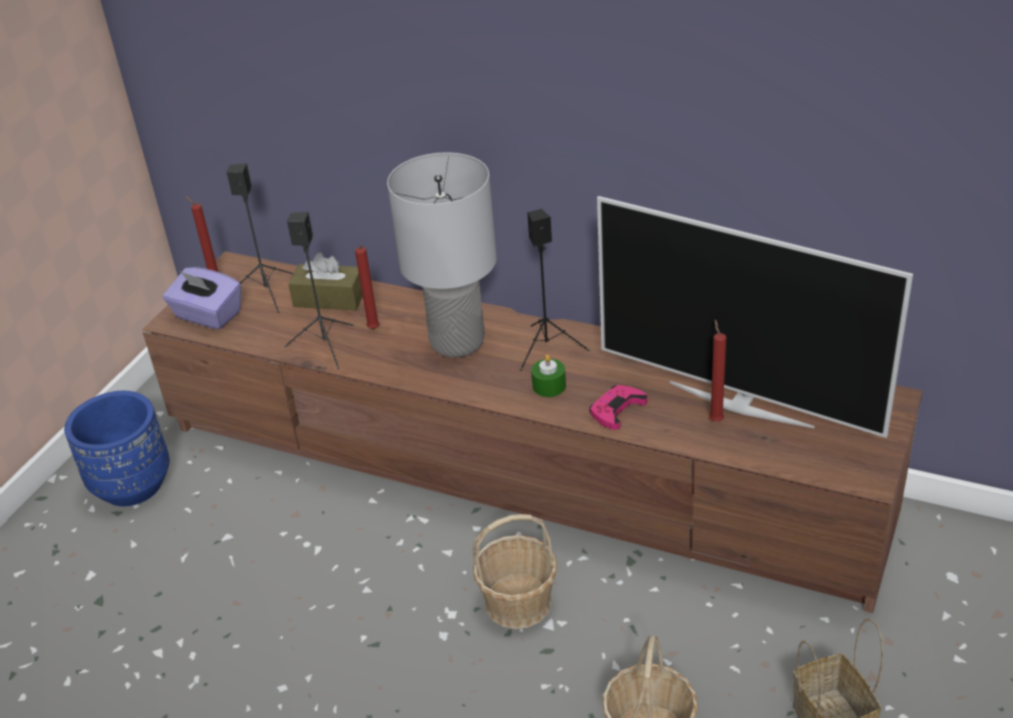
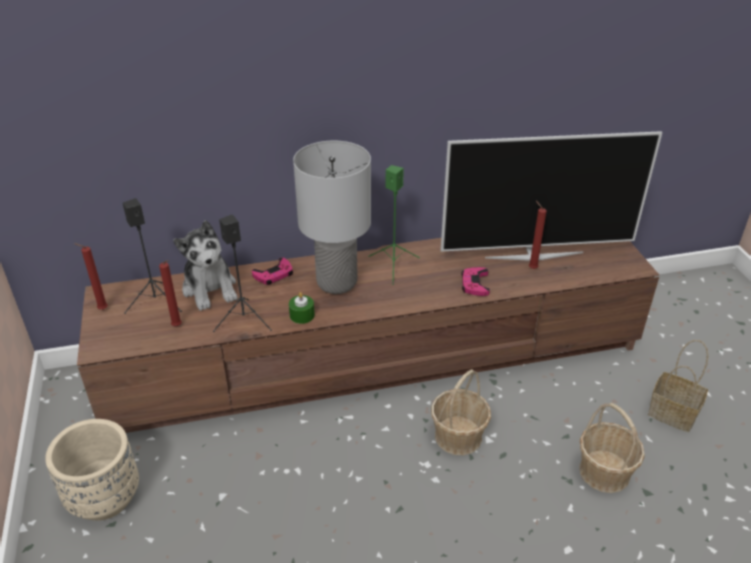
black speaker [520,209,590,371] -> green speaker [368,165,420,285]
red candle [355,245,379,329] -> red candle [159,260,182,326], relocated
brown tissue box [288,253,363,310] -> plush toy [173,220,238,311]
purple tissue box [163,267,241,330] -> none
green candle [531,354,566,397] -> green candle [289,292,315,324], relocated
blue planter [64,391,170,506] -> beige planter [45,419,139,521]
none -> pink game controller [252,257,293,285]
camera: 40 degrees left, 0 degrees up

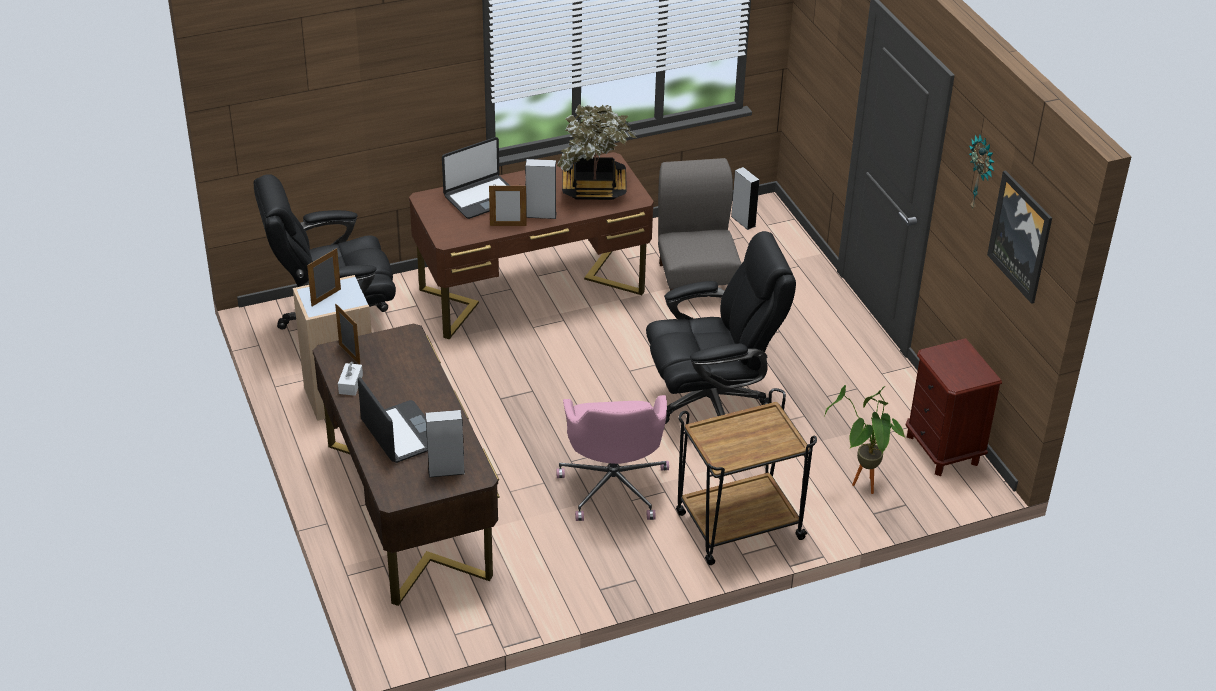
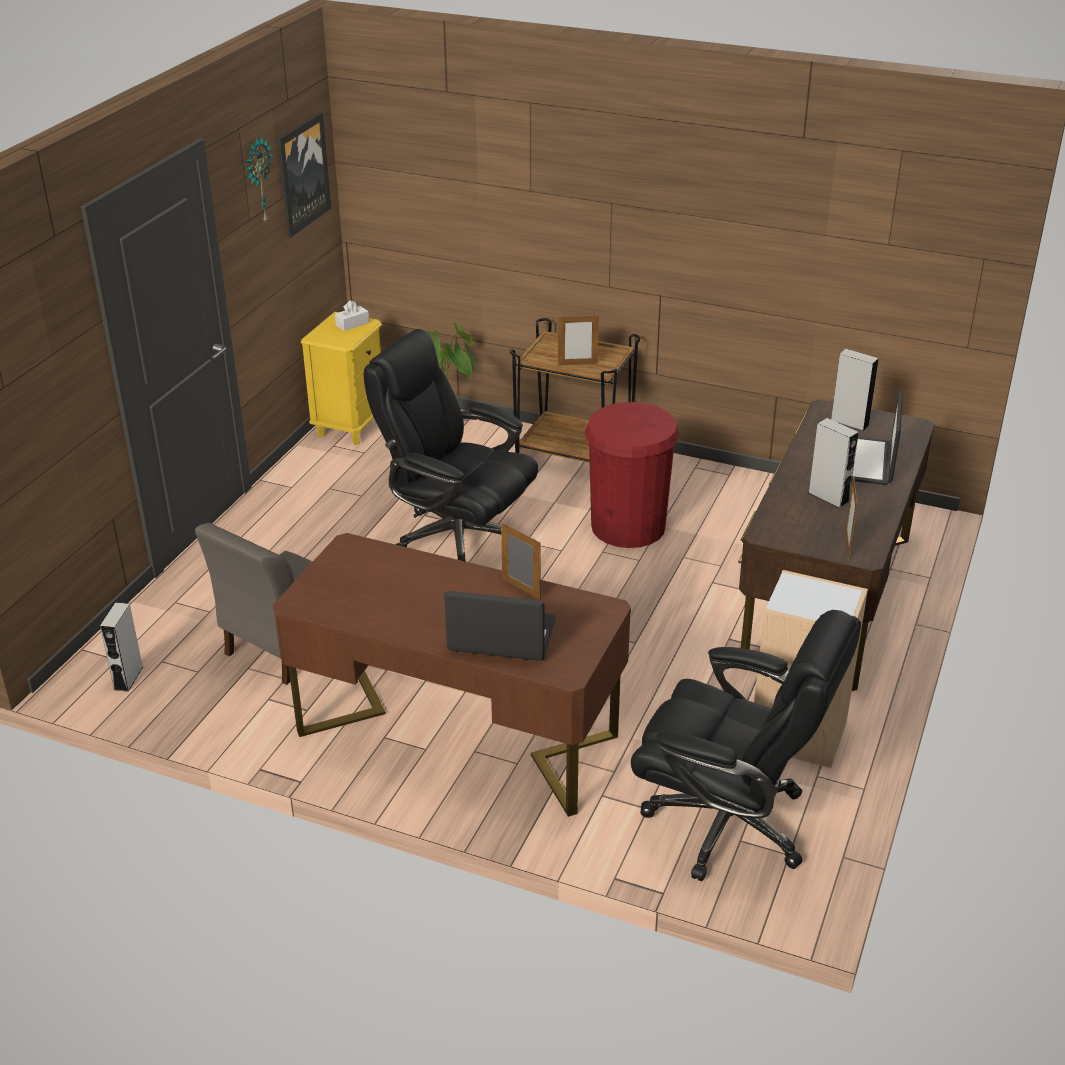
potted plant [557,104,637,200] -> none
grey speaker [525,159,557,219] -> grey speaker [809,418,859,508], relocated
picture frame [307,248,341,307] -> picture frame [558,315,599,365], relocated
brown nightstand [906,338,1002,476] -> yellow nightstand [301,312,382,445]
white tissue box [338,362,363,396] -> white tissue box [335,300,369,331], relocated
pink office chair [556,395,669,521] -> red trash can [585,402,679,548]
camera: 135 degrees left, 5 degrees down

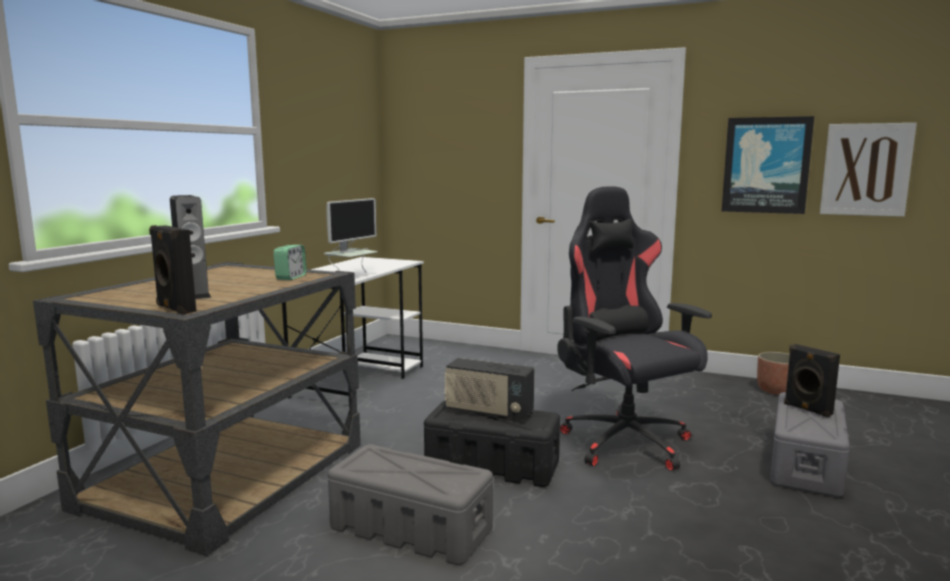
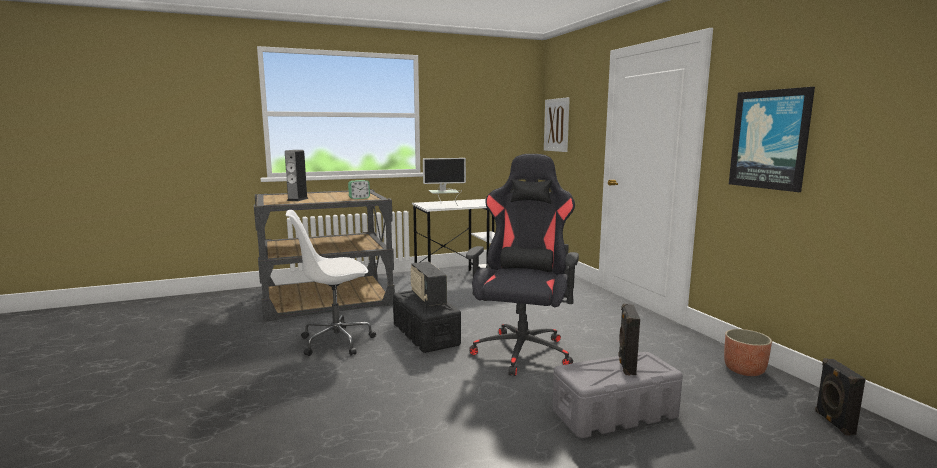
picture [820,123,917,217] -> picture [544,97,570,152], relocated
black speaker [149,225,196,315] -> black speaker [815,358,866,436], relocated
grey storage box [328,444,493,565] -> white office chair [286,210,376,356]
camera: 45 degrees right, 0 degrees up

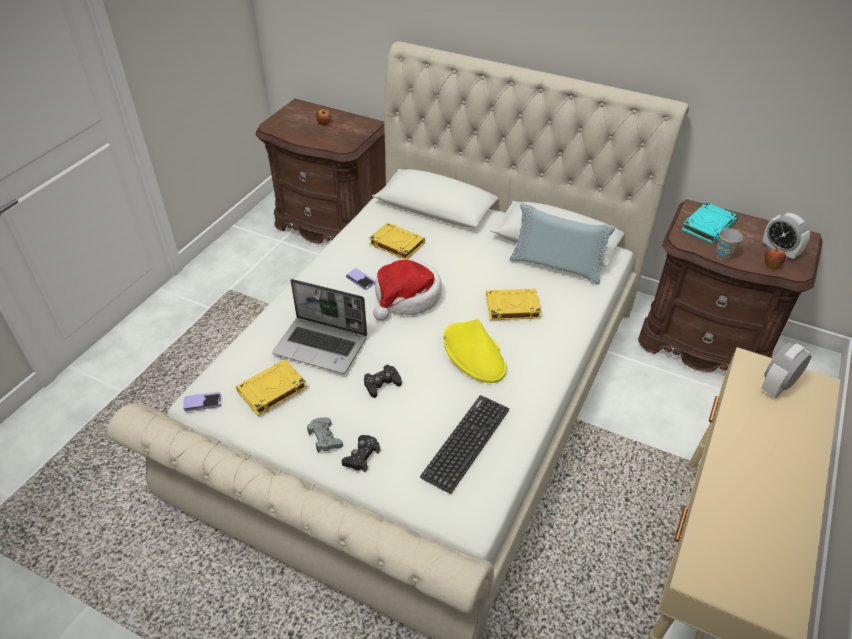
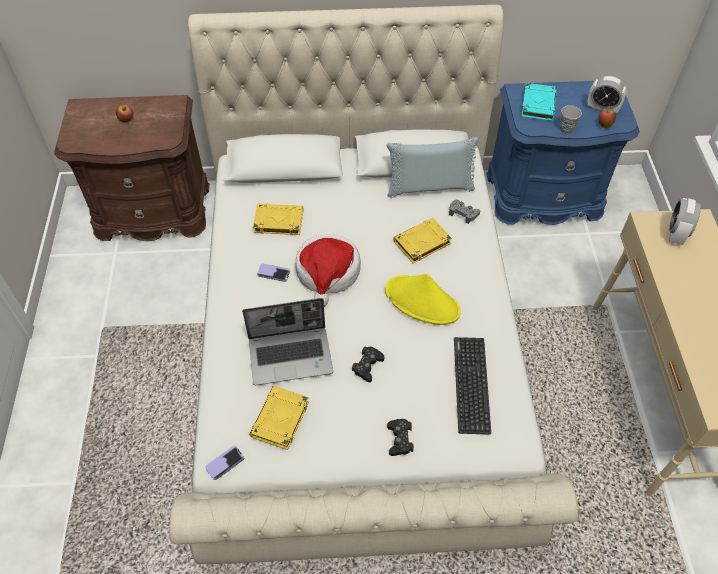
brown nightstand [638,199,823,372] -> blue nightstand [486,81,640,225]
grey game controller [307,417,343,453] -> grey game controller [449,199,480,224], relocated
camera: 30 degrees left, 10 degrees up

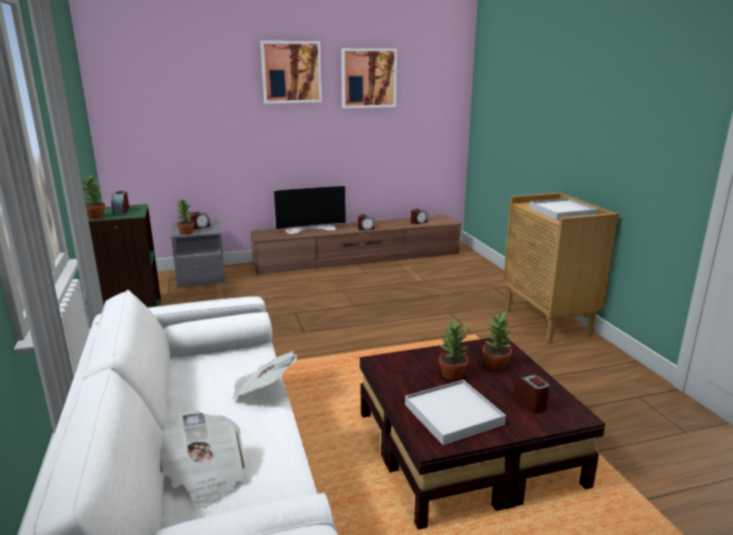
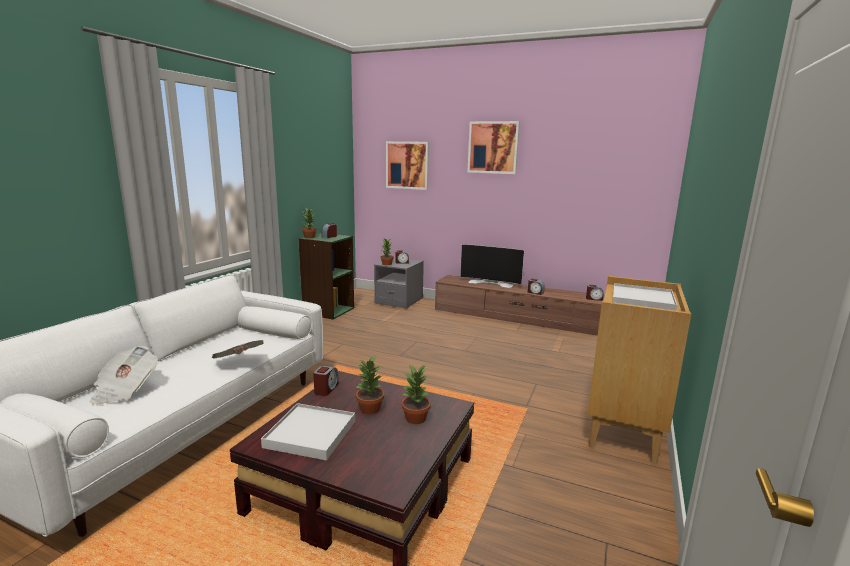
picture [341,48,397,108] -> picture [386,141,429,190], relocated
alarm clock [513,375,550,413] -> alarm clock [313,366,338,396], relocated
camera: 40 degrees right, 5 degrees down

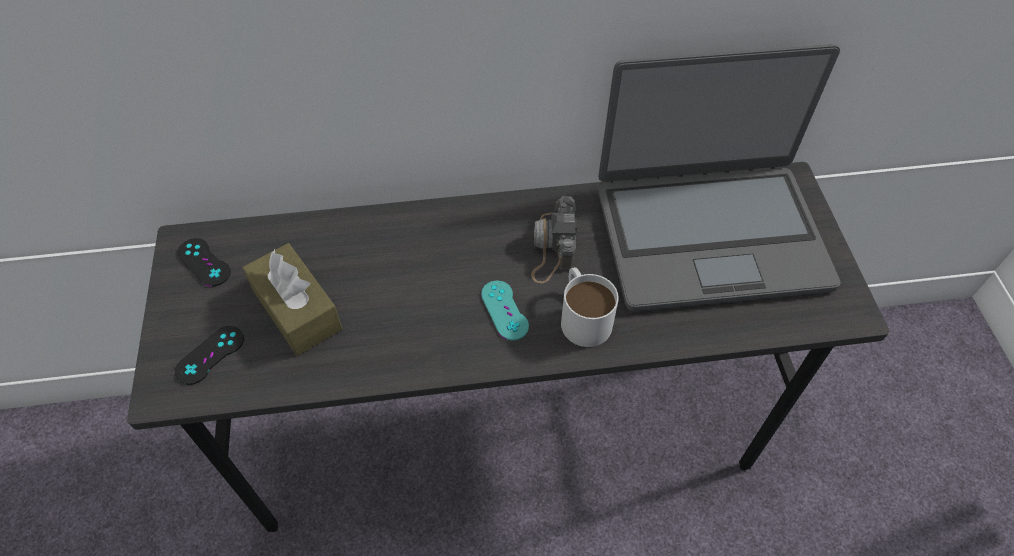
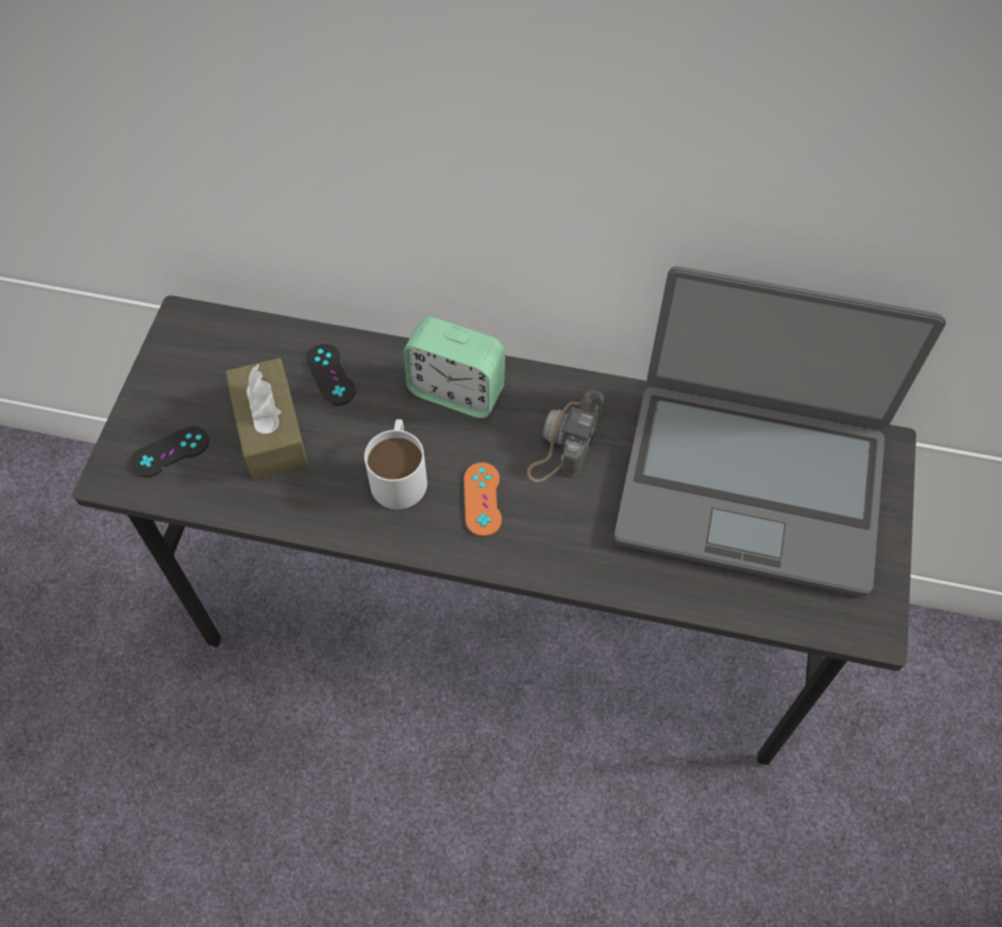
black game controller [177,238,231,287] -> black game controller [306,344,356,406], relocated
white mug [561,267,619,347] -> white mug [364,419,427,509], relocated
turquoise game controller [481,281,529,340] -> orange game controller [464,462,502,536]
none -> alarm clock [403,317,505,418]
camera: 20 degrees right, 5 degrees up

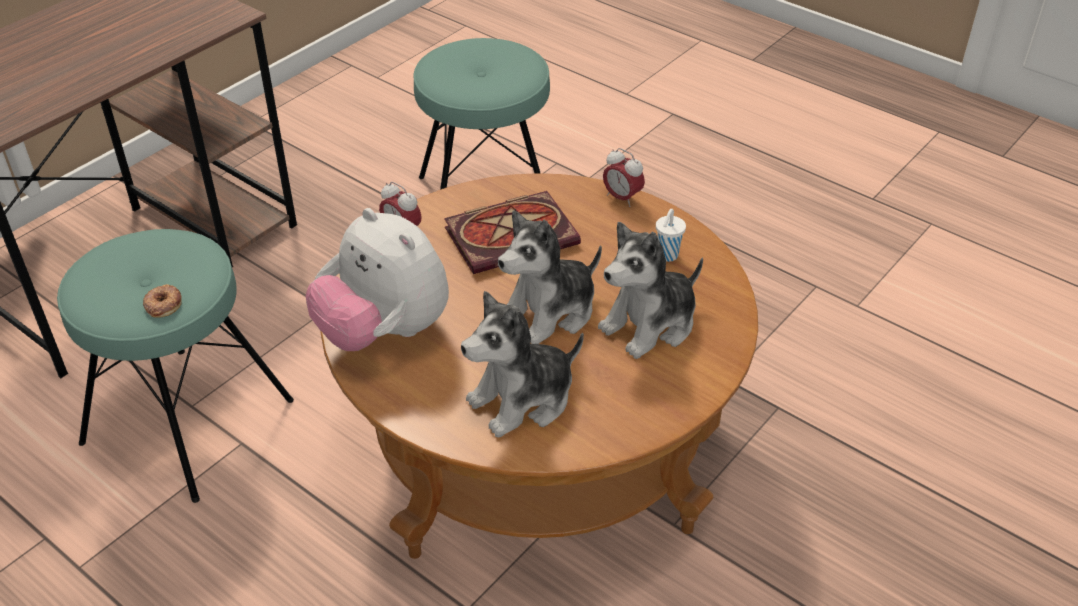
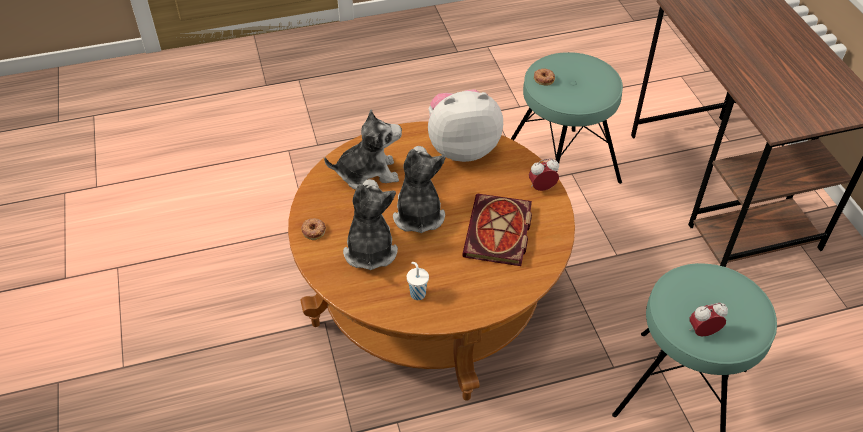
alarm clock [603,148,645,207] -> alarm clock [689,303,728,336], relocated
plush toy [461,291,584,438] -> plush toy [324,109,402,190], 75 degrees clockwise
none -> donut [301,218,326,240]
camera: 125 degrees right, 5 degrees up

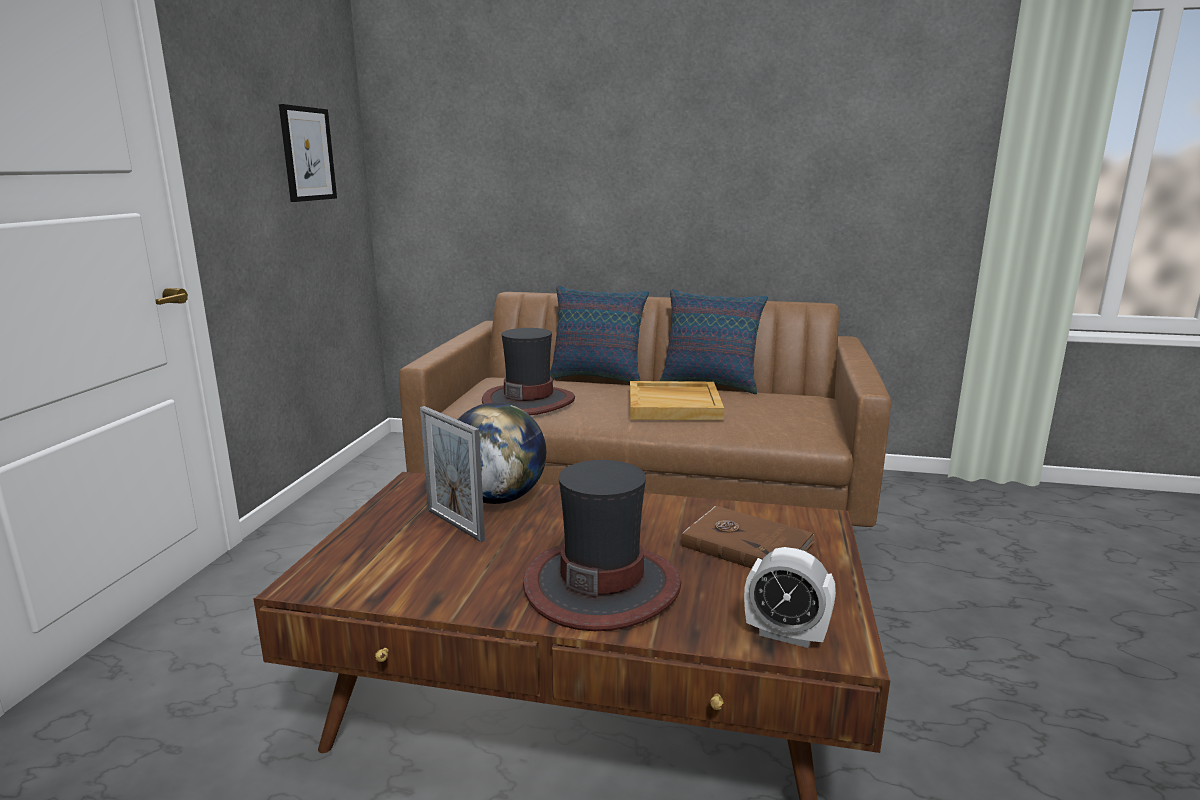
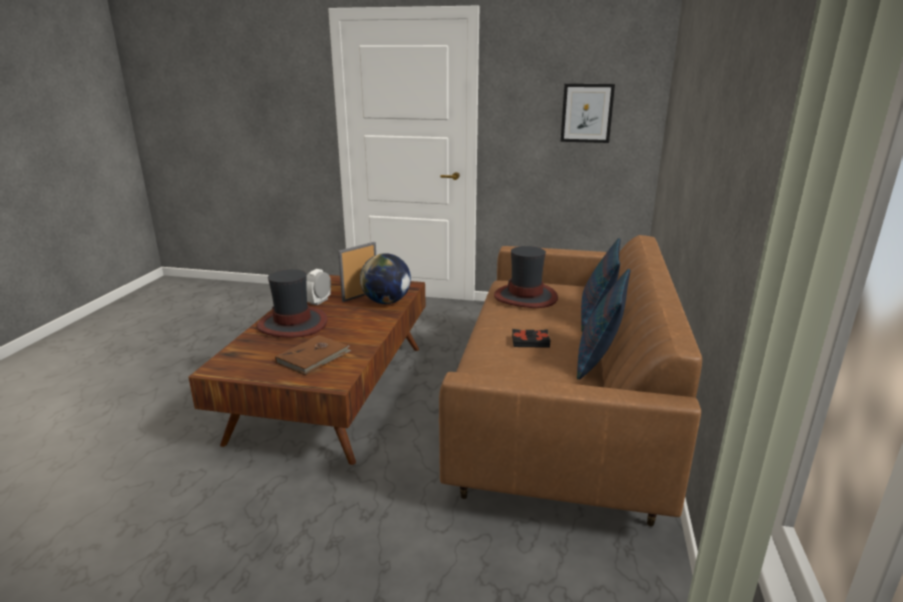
beige tray [630,381,724,421] -> black book [512,329,550,348]
alarm clock [744,547,836,648] -> alarm clock [306,269,331,305], relocated
camera: 90 degrees right, 5 degrees up

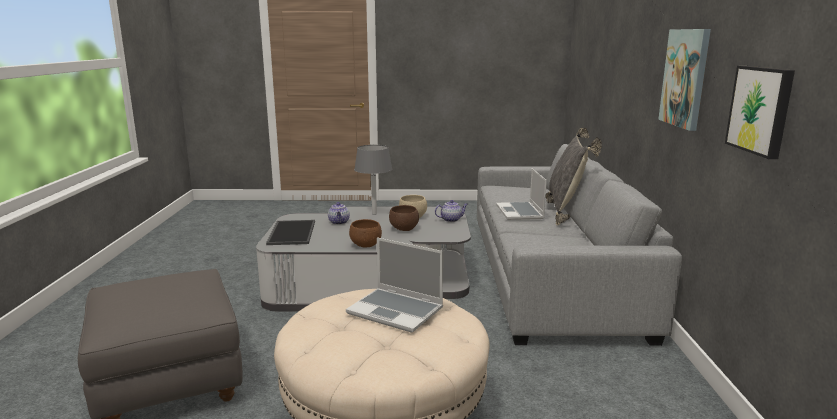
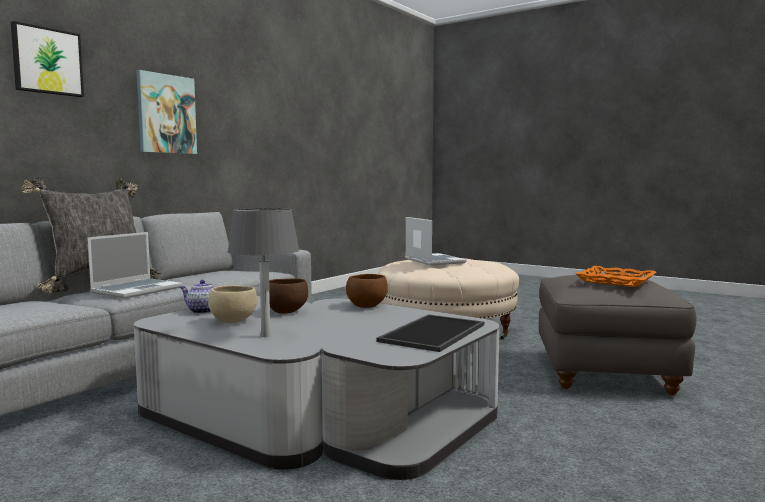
picture [725,66,795,159] -> picture [11,21,84,97], relocated
teapot [328,202,350,225] -> none
none -> orange tray [576,266,656,287]
camera: 145 degrees left, 10 degrees down

